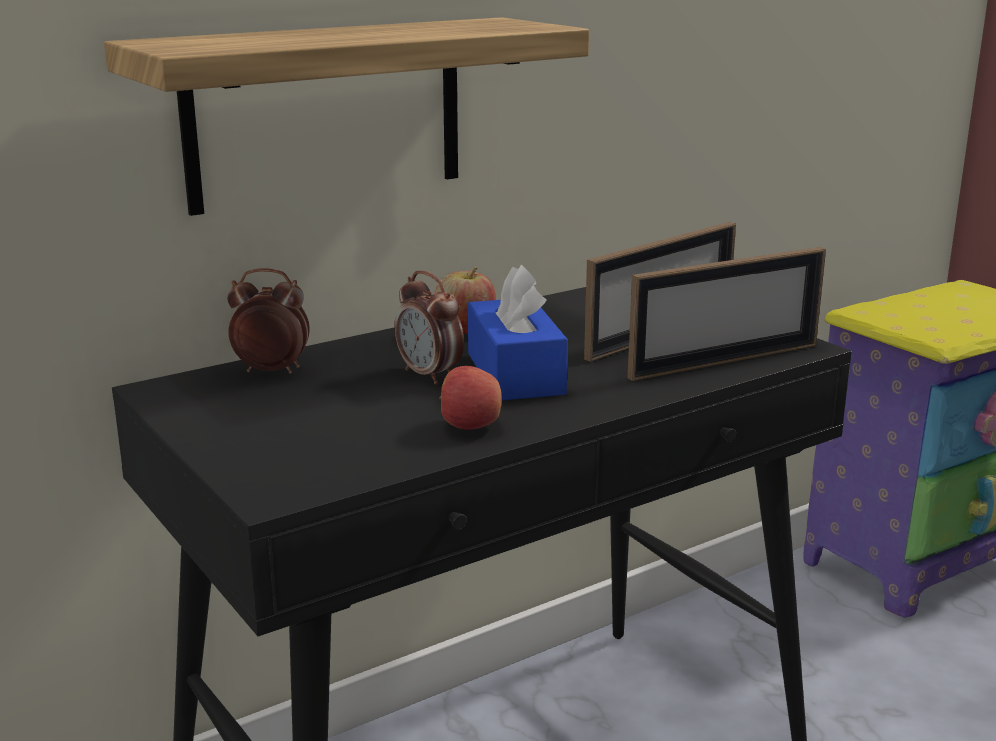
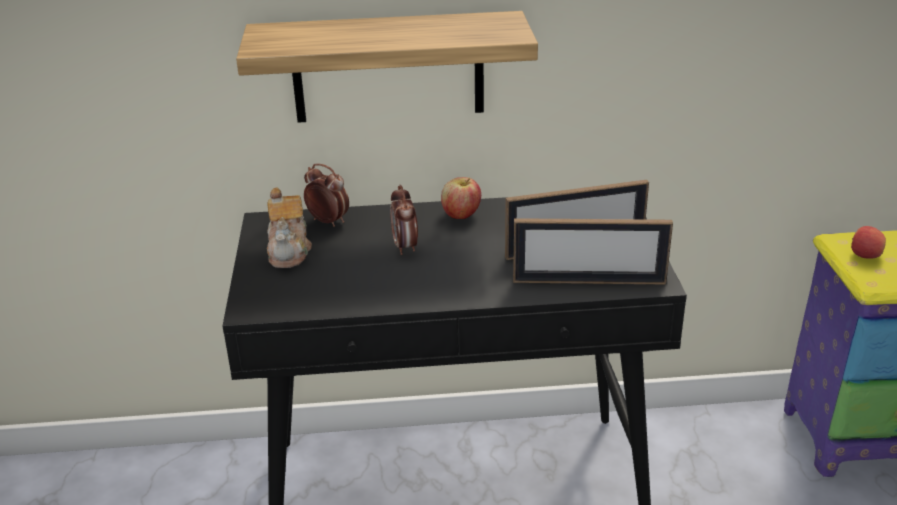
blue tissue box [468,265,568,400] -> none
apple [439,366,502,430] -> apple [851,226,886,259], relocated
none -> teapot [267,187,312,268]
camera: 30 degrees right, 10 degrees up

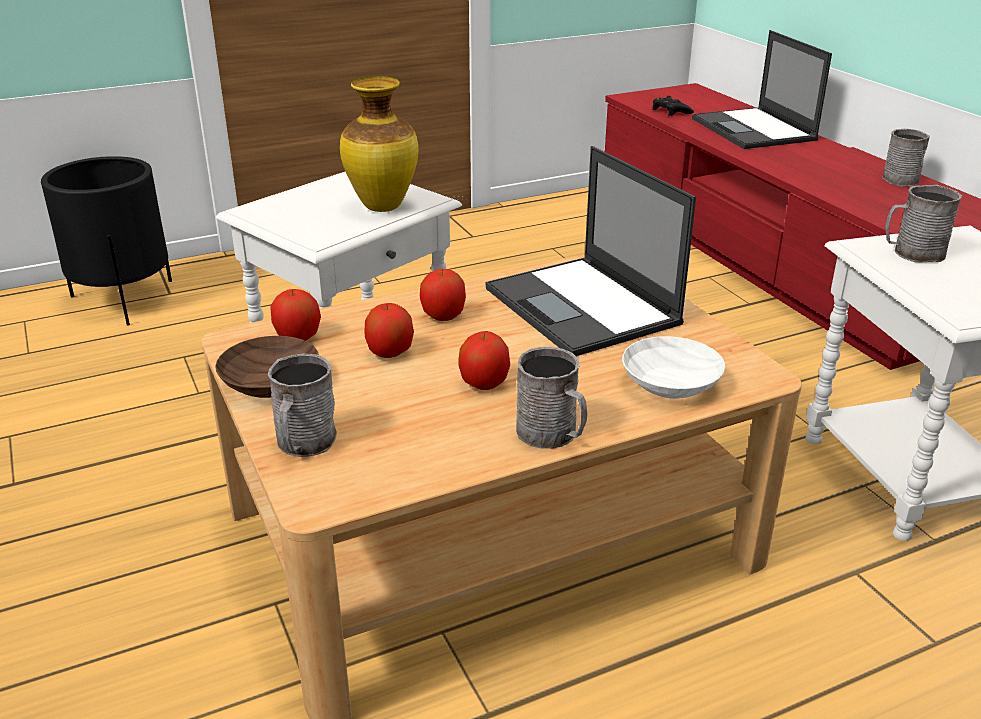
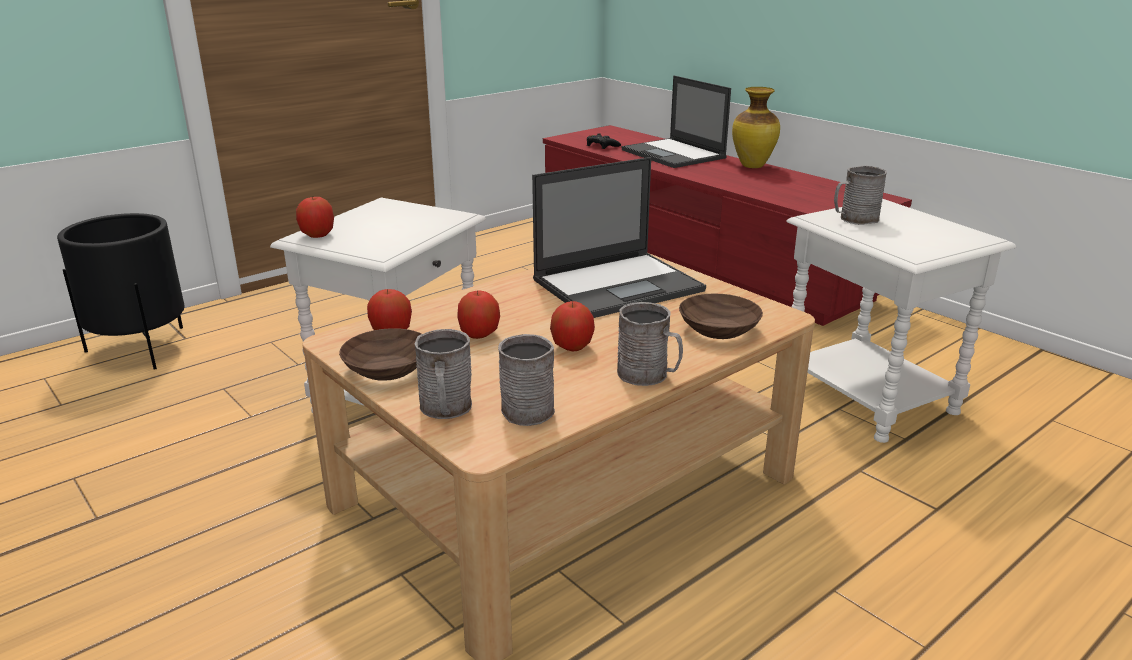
vase [340,76,418,212] -> vase [732,87,780,168], relocated
grey mug [882,129,930,187] -> grey mug [498,334,555,426], relocated
laptop [486,146,696,356] -> laptop [532,157,706,318], 75 degrees counterclockwise
apple [420,269,466,321] -> apple [296,197,334,238], relocated
white bowl [622,336,725,399] -> brown bowl [679,294,763,339]
camera: 15 degrees left, 5 degrees down

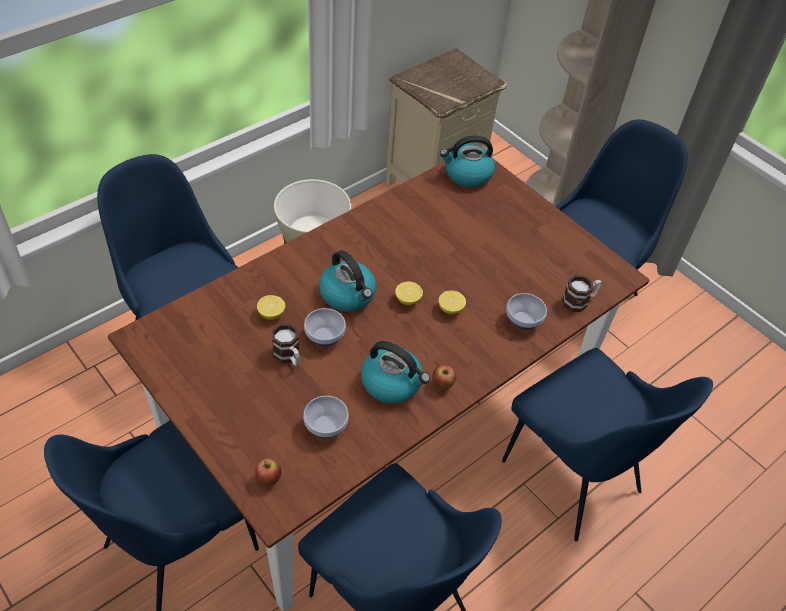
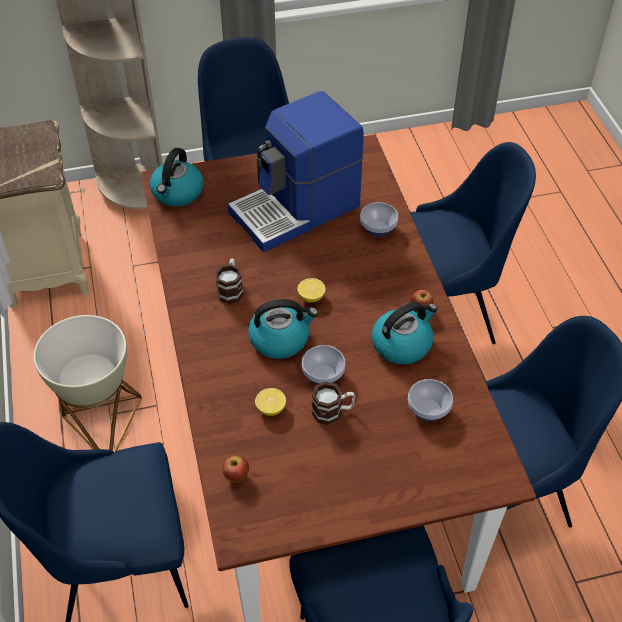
mug [562,275,602,312] -> mug [215,259,243,304], relocated
lemon [439,291,466,314] -> none
apple [255,458,281,485] -> apple [222,455,249,483], relocated
none -> coffee machine [228,91,364,253]
camera: 60 degrees left, 0 degrees up

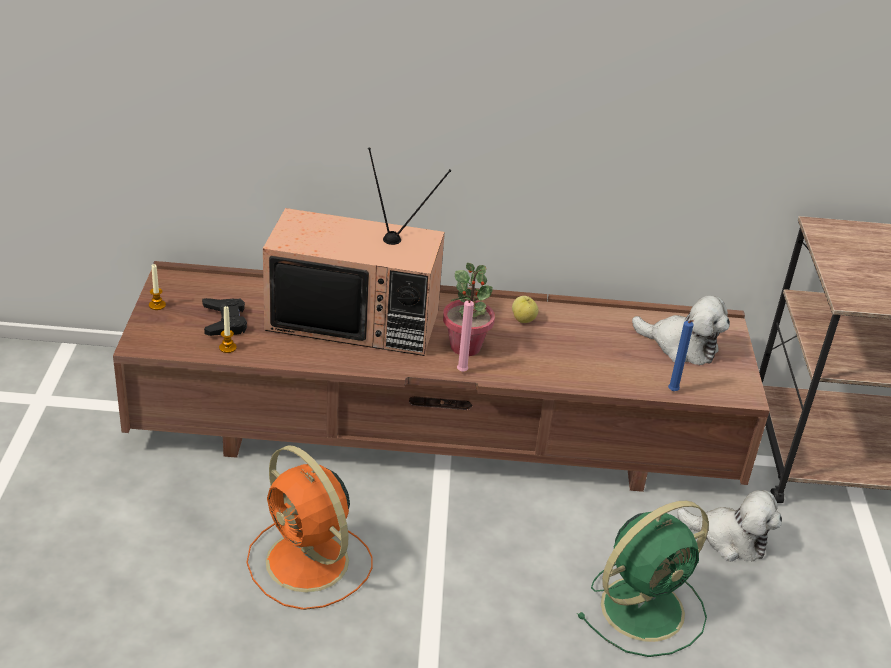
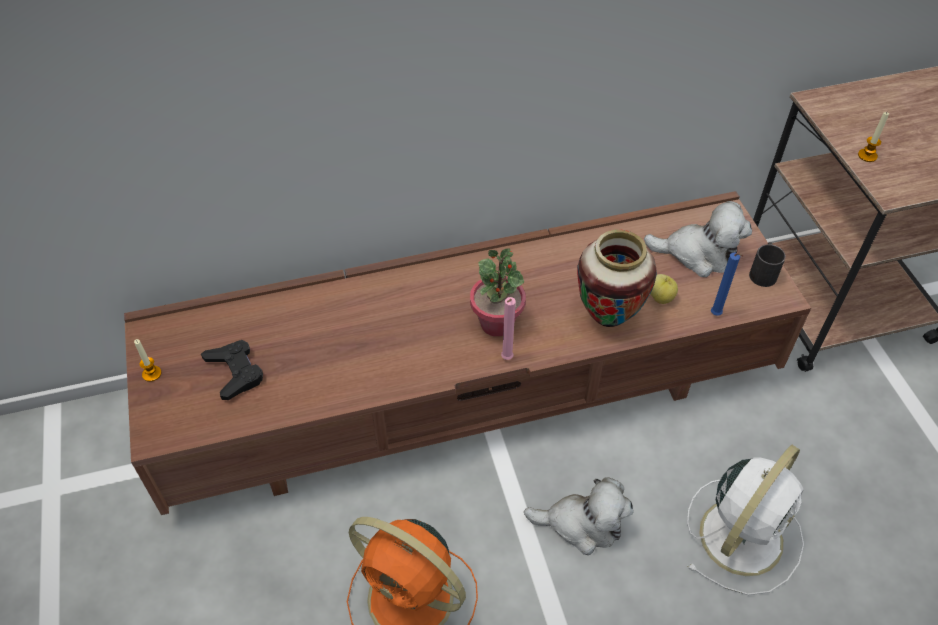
television [263,147,451,356] -> none
apple [512,296,538,323] -> apple [650,274,678,304], relocated
candle [219,306,237,353] -> candle [858,112,889,162], relocated
plush toy [677,490,782,562] -> plush toy [524,477,634,555], relocated
green fan [577,501,709,657] -> white fan [687,445,804,595]
none -> vase [577,230,657,327]
none -> black mug [749,242,786,287]
camera: 15 degrees left, 15 degrees up

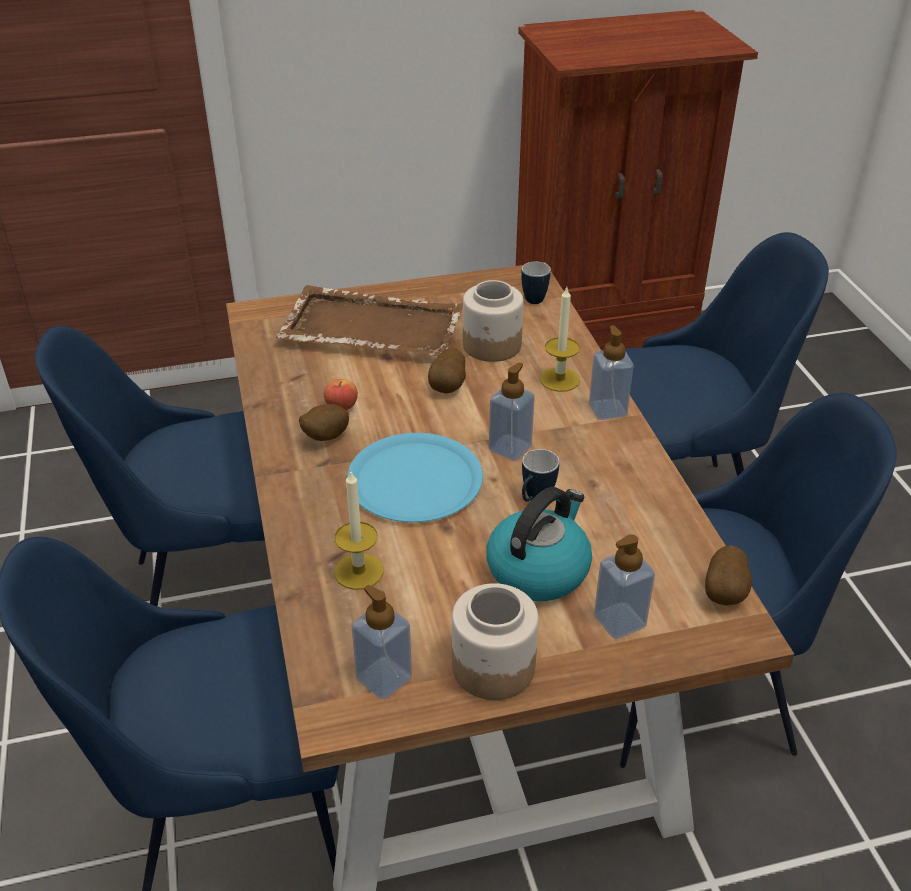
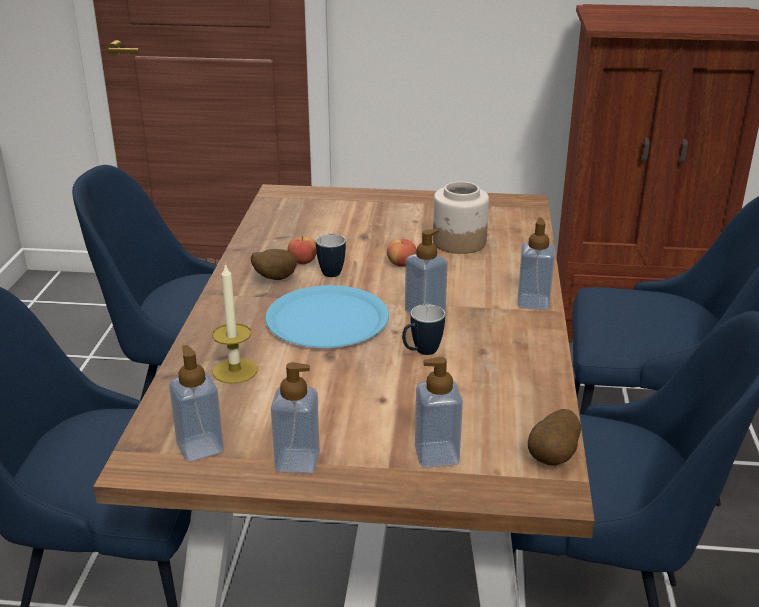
mug [521,262,551,304] -> mug [316,234,346,277], relocated
brown tray [275,285,463,356] -> none
candle [540,288,580,392] -> none
potato [428,348,466,394] -> apple [387,236,417,267]
kettle [486,487,592,601] -> none
jar [452,583,539,700] -> soap dispenser [271,362,320,474]
camera: 20 degrees right, 10 degrees down

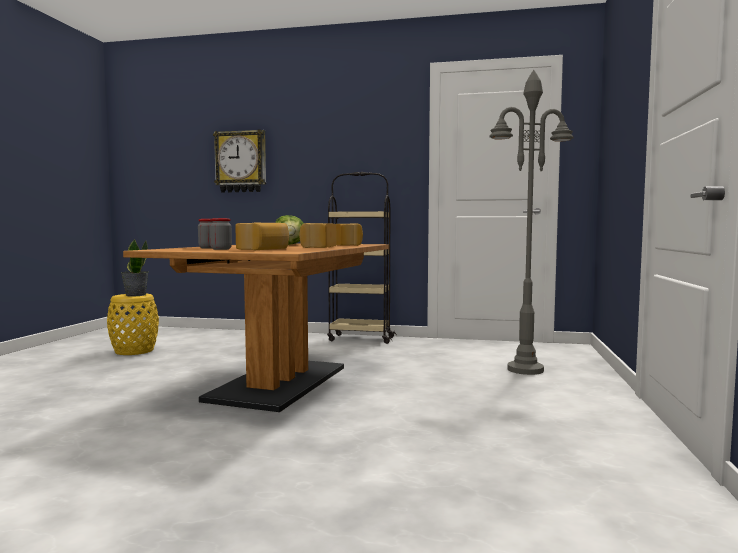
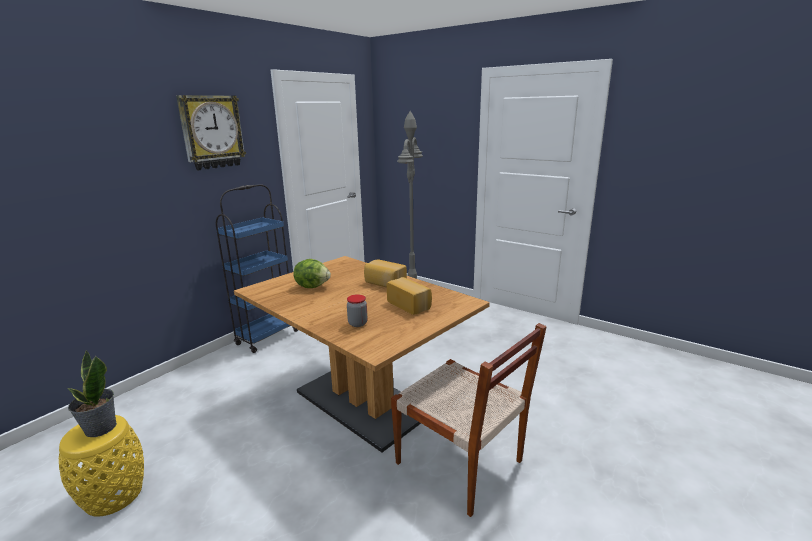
wall clock [213,129,266,193] -> wall clock [176,95,246,170], relocated
beige cart [327,172,397,344] -> blue cart [216,184,298,353]
jar [209,218,232,250] -> none
bread [336,224,363,246] -> none
none -> chair [391,323,547,517]
camera: 65 degrees left, 15 degrees up

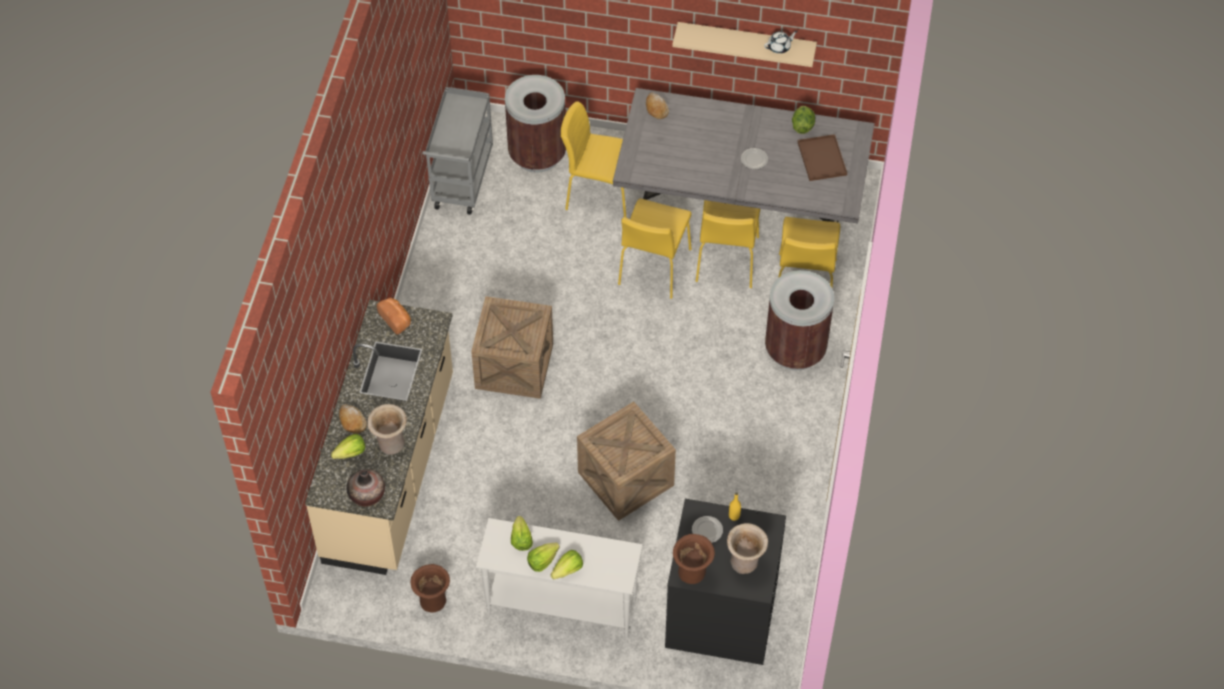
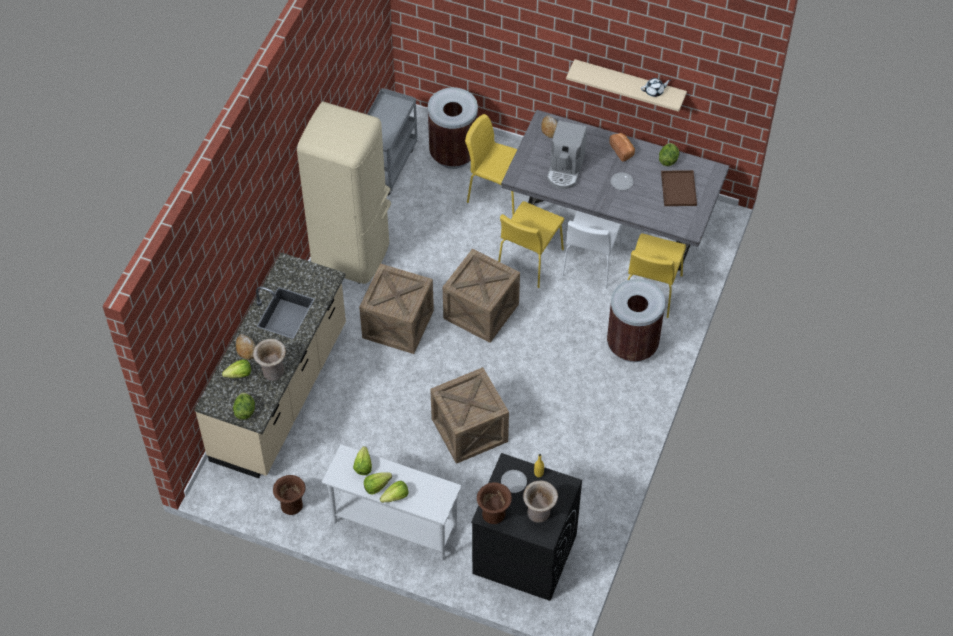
yellow chair [696,200,760,288] -> white chair [561,211,622,289]
bread [377,298,411,334] -> bread [609,133,635,162], relocated
vase [346,469,385,506] -> lettuce [233,392,255,420]
none -> beige fridge [297,101,391,284]
none -> coffee machine [547,121,587,189]
none -> crate [443,249,520,343]
camera: 10 degrees right, 0 degrees up

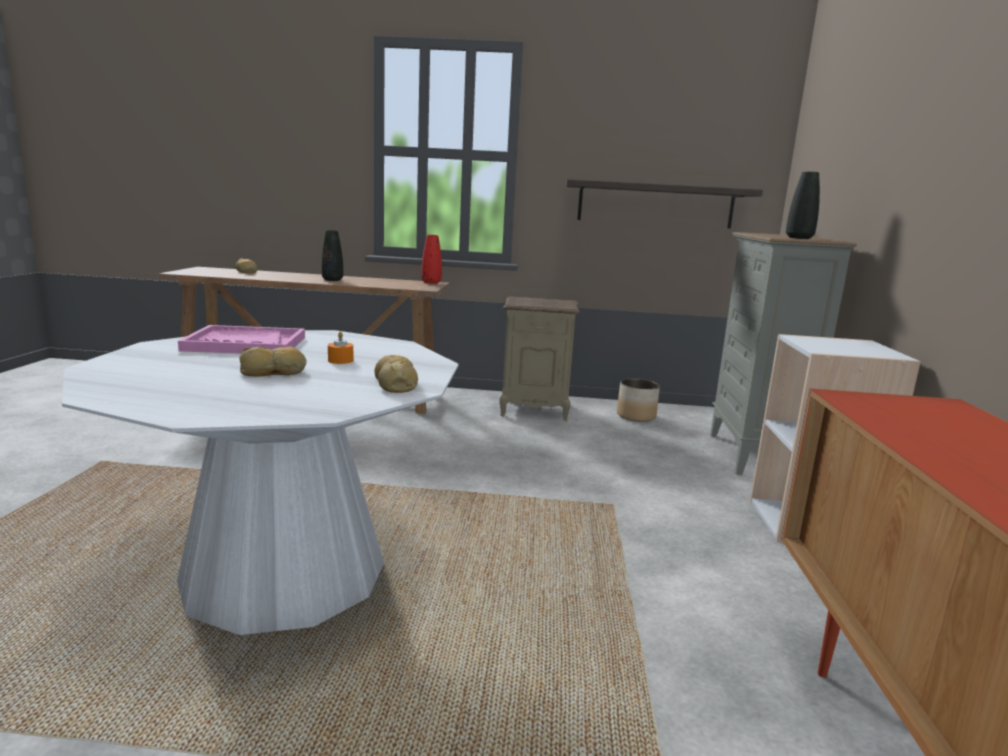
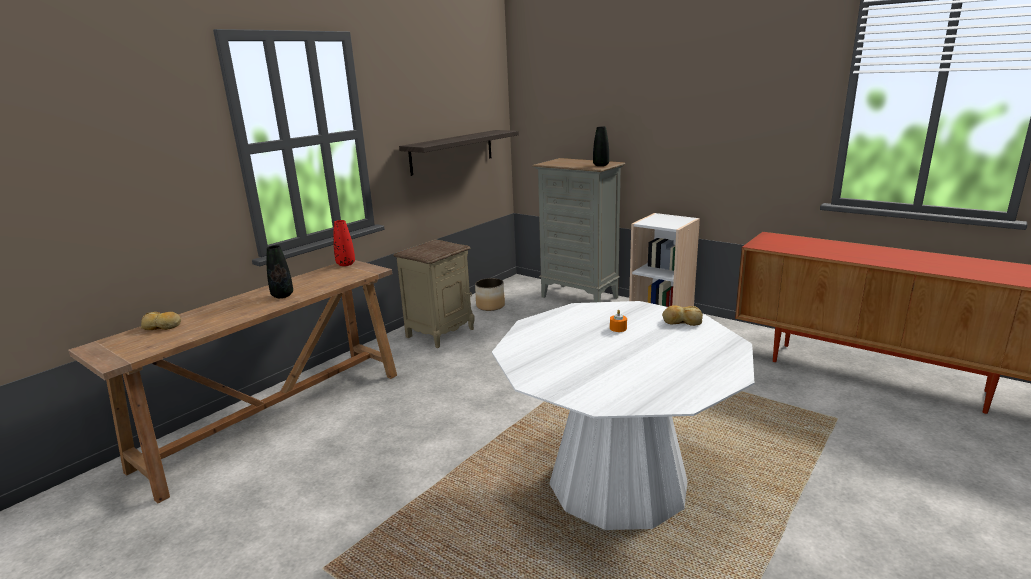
pink tray [178,325,305,354] -> none
bread [240,346,307,377] -> none
camera: 55 degrees left, 5 degrees up

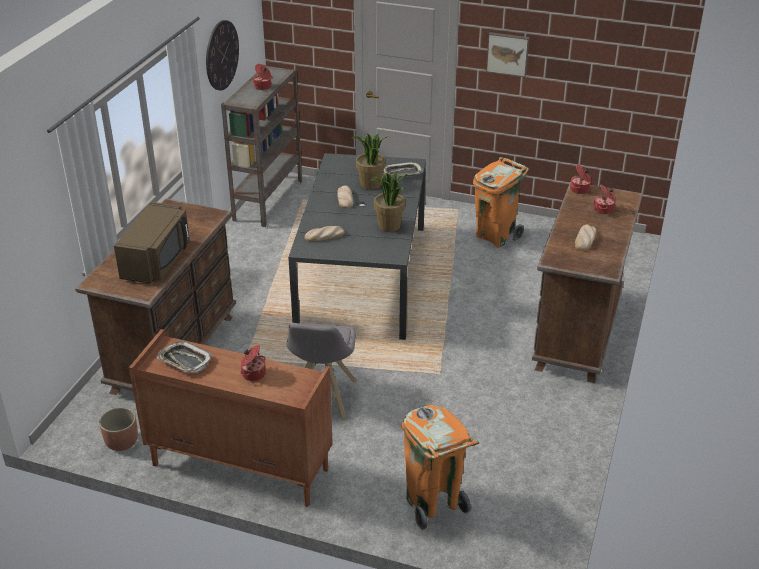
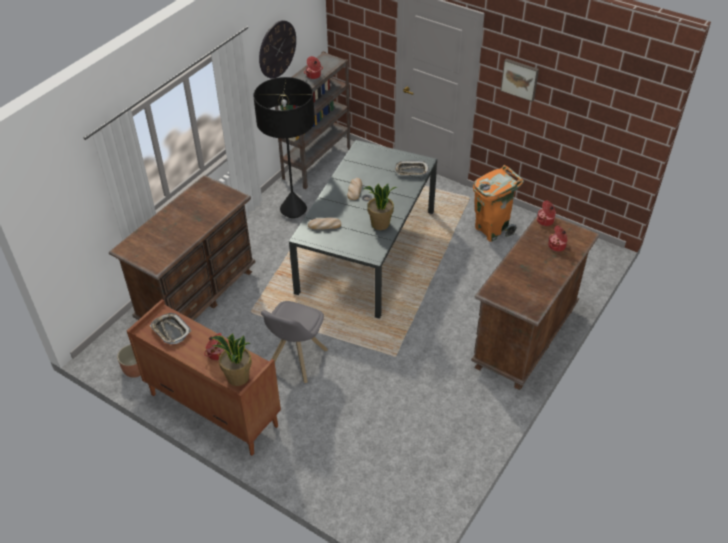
potted plant [351,133,389,190] -> potted plant [211,334,252,386], relocated
brown microwave [114,202,190,284] -> none
bread [575,225,596,251] -> none
orange trash can [402,405,479,531] -> none
none -> black floor lamp [253,77,315,218]
camera: 15 degrees right, 10 degrees up

